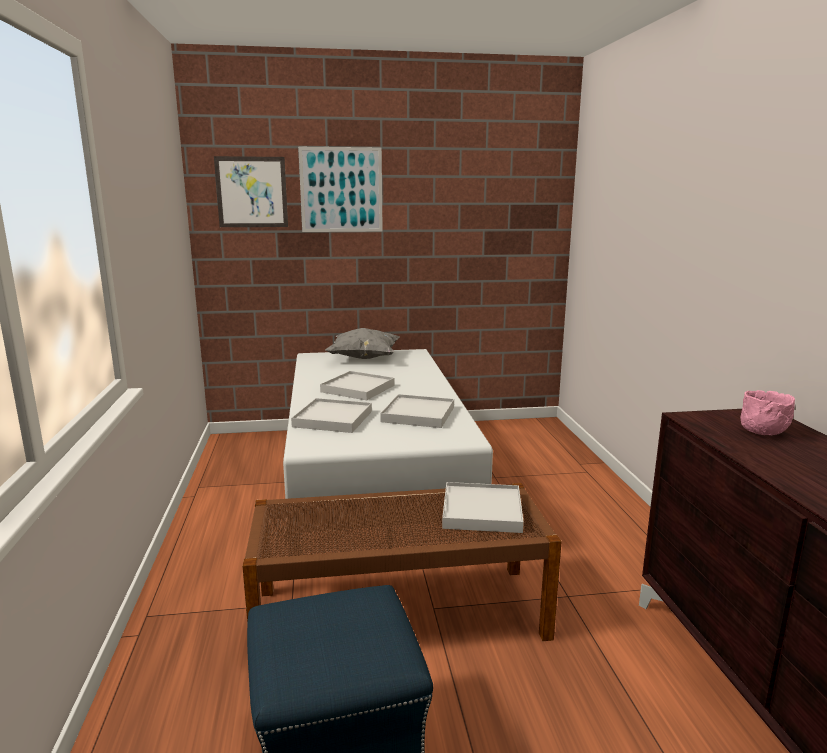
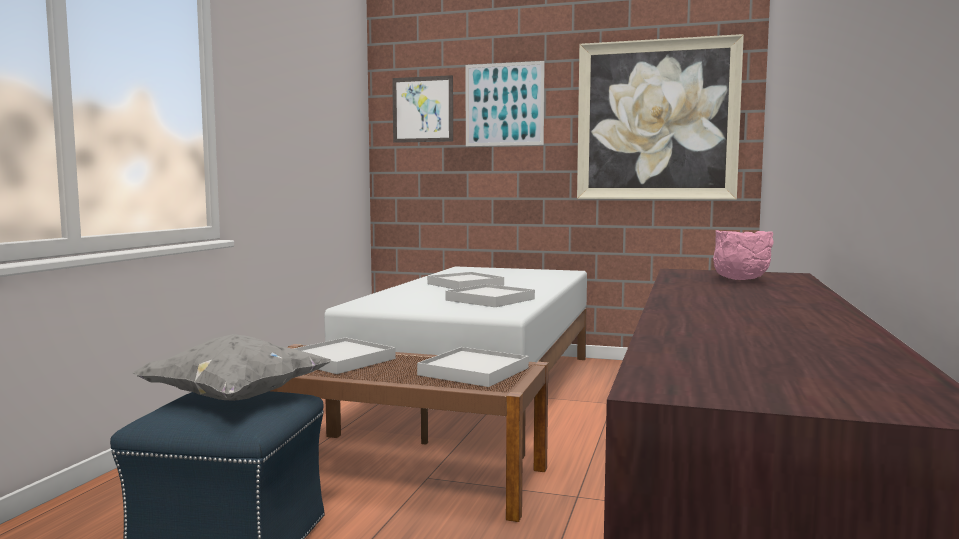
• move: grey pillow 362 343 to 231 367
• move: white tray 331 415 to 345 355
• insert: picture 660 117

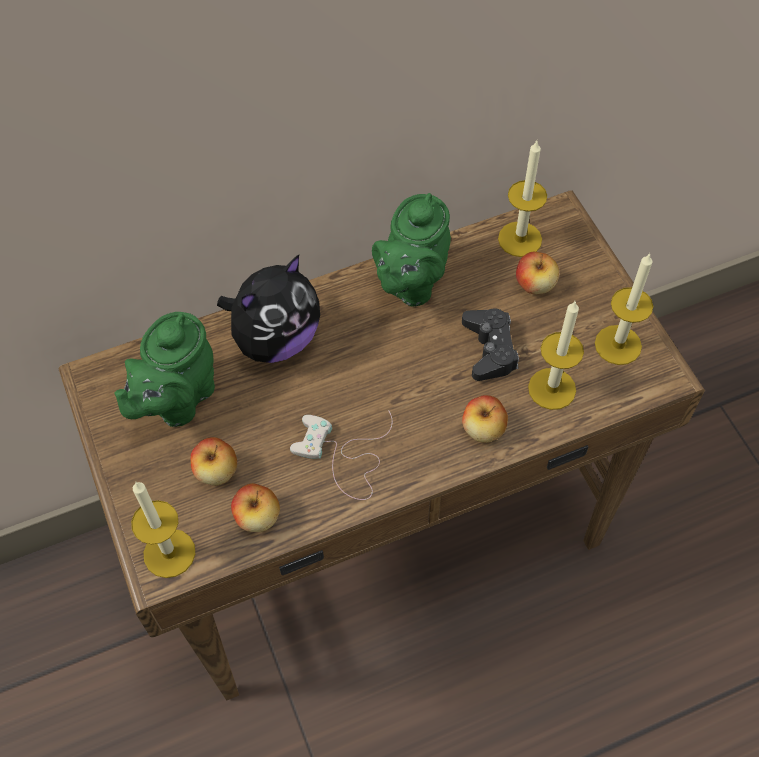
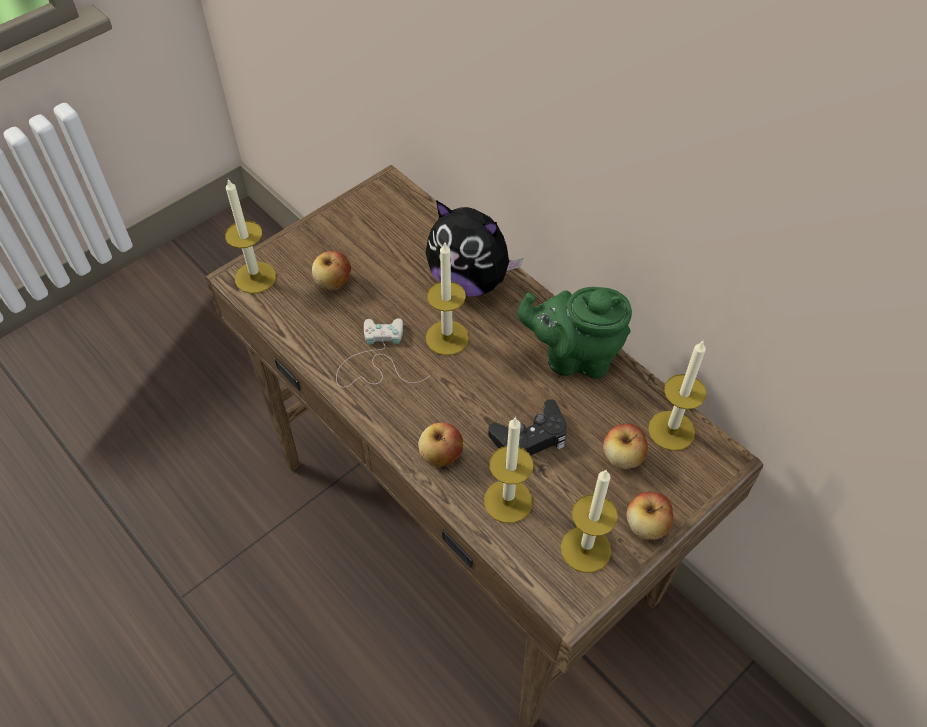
• insert: candle 447 299
• move: apple 255 507 to 650 516
• delete: green teapot 164 369

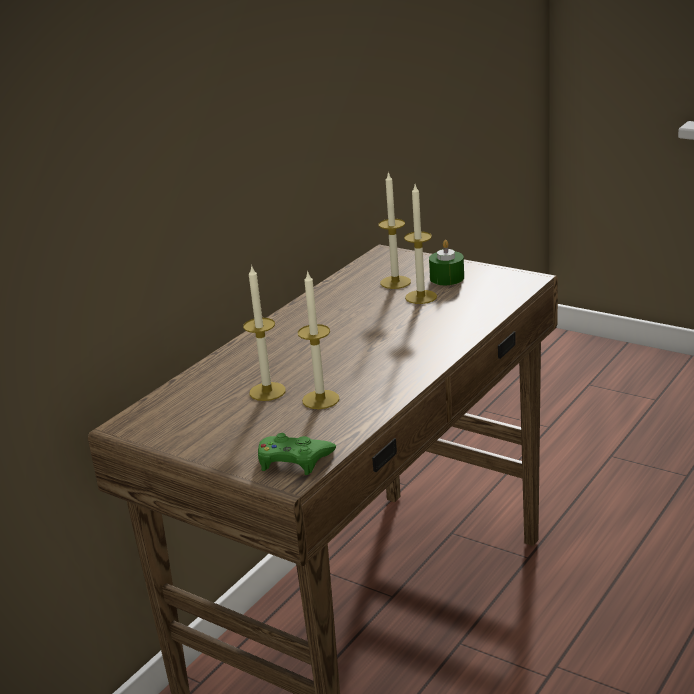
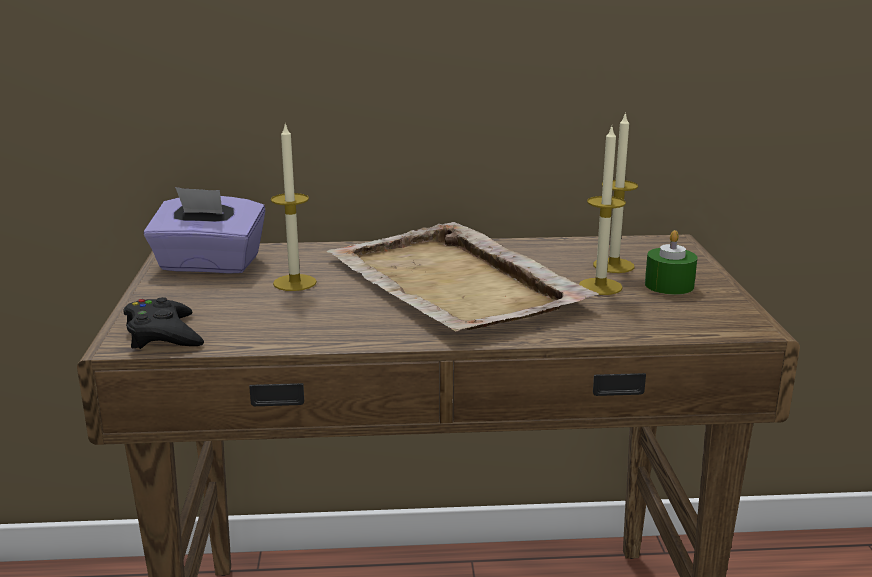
• recolor: green game controller 297 454 to black game controller 163 323
• insert: purple tissue box 205 230
• insert: beige tray 463 276
• delete: candle 318 339

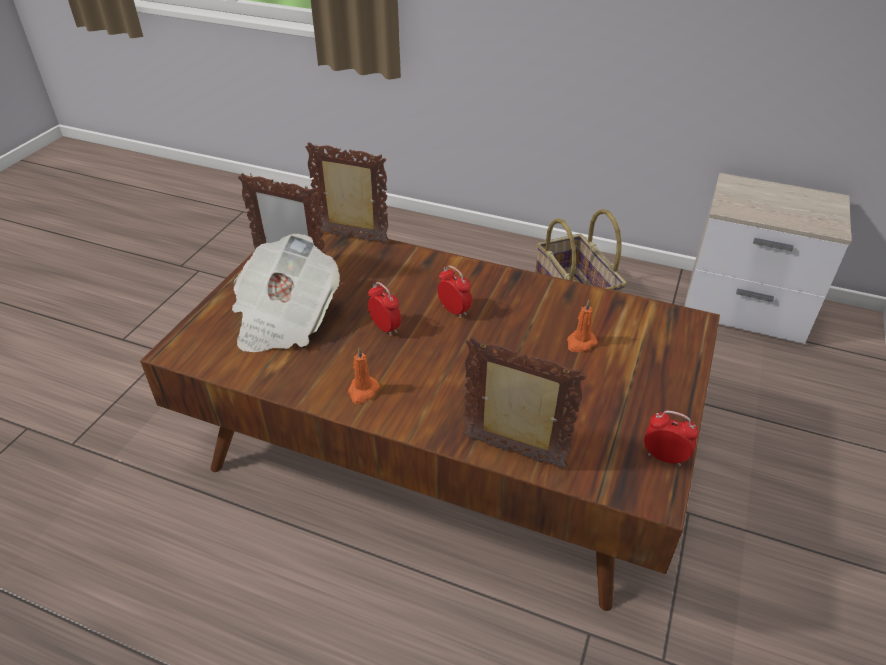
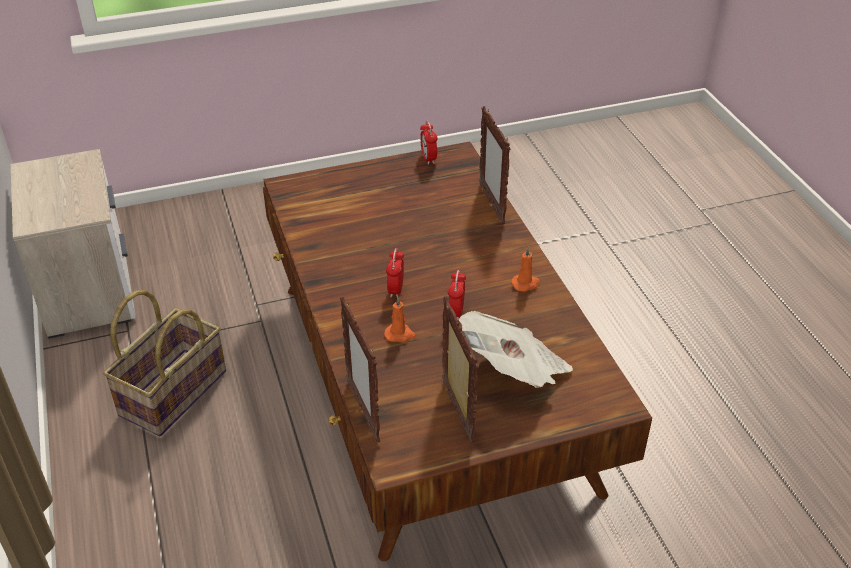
• move: orange candle 582 326 to 400 320

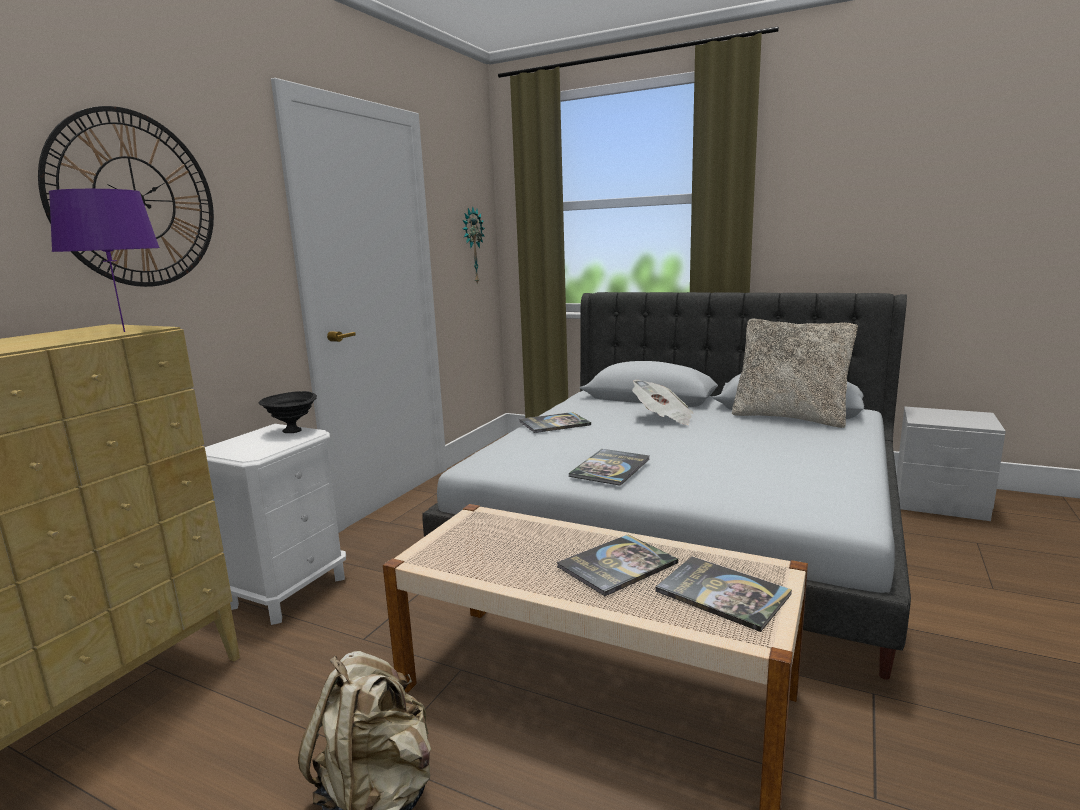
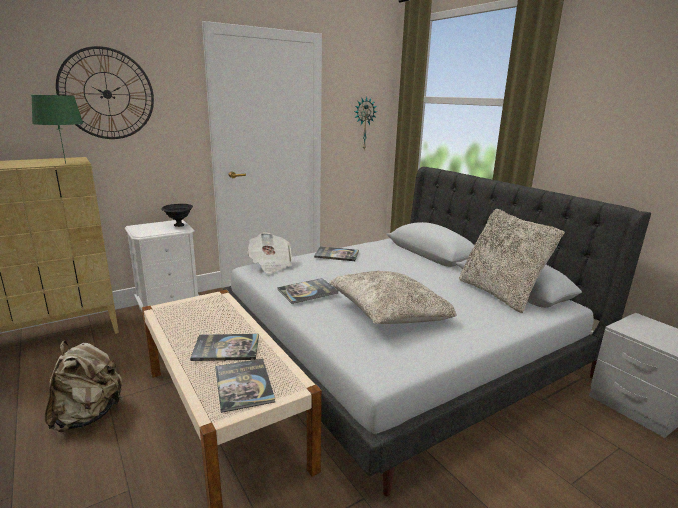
• recolor: purple table lamp 104 260 to green table lamp 57 129
• move: newspaper 662 402 to 269 253
• insert: beige pillow 393 297

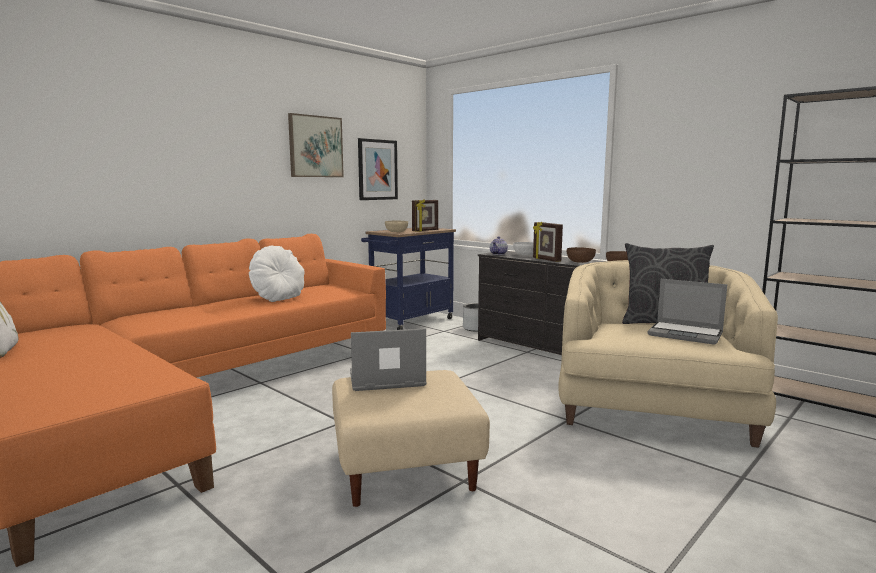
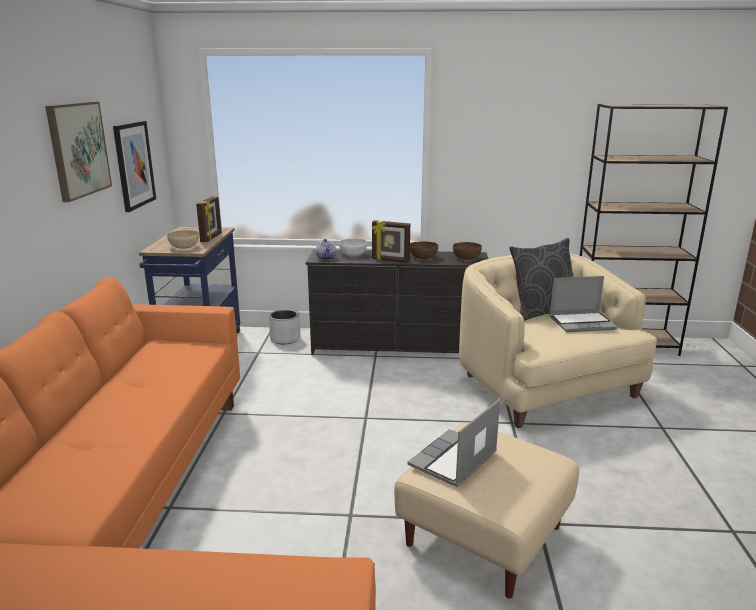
• delete: white pillow 276 274

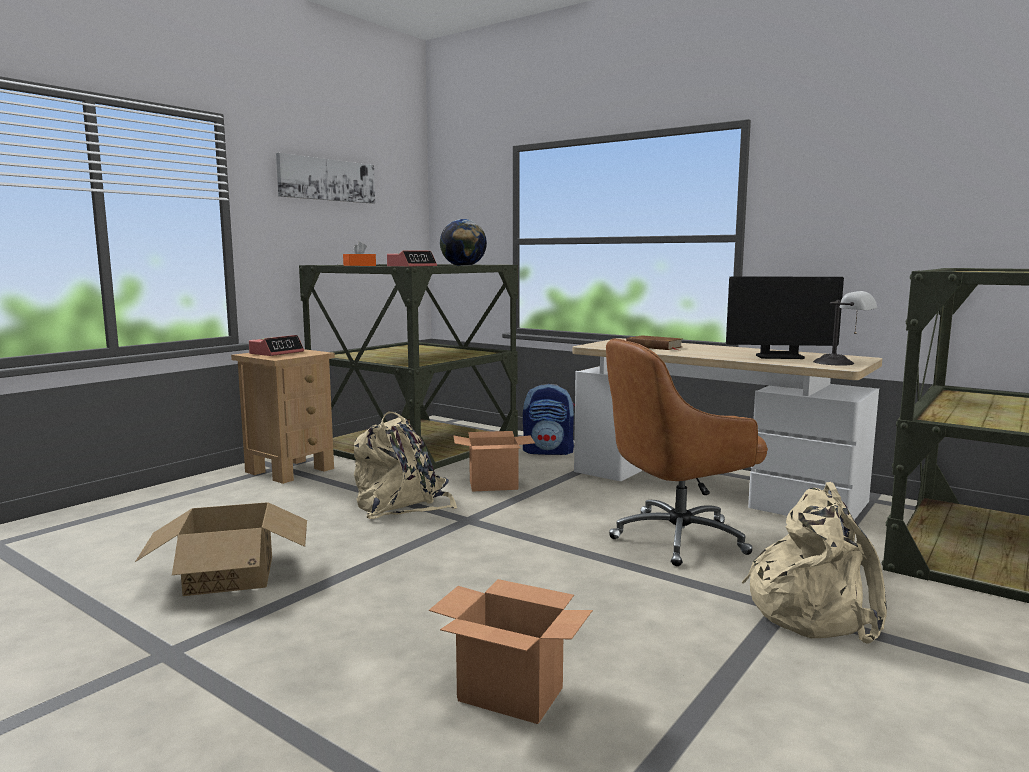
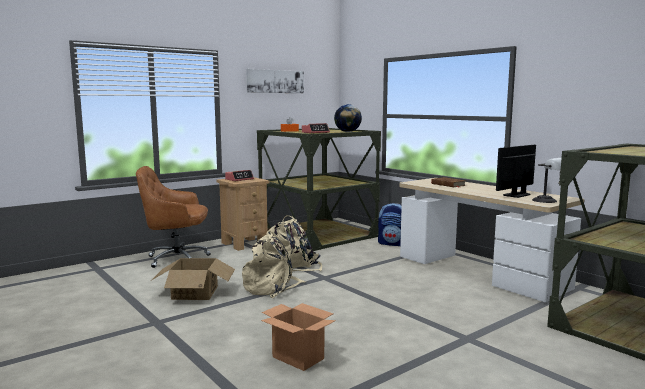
• move: brown office chair 687 452 to 173 217
• move: beige backpack 814 563 to 274 264
• rotate: monitor 785 317 = 516 171 120 degrees clockwise
• delete: cardboard box 494 461

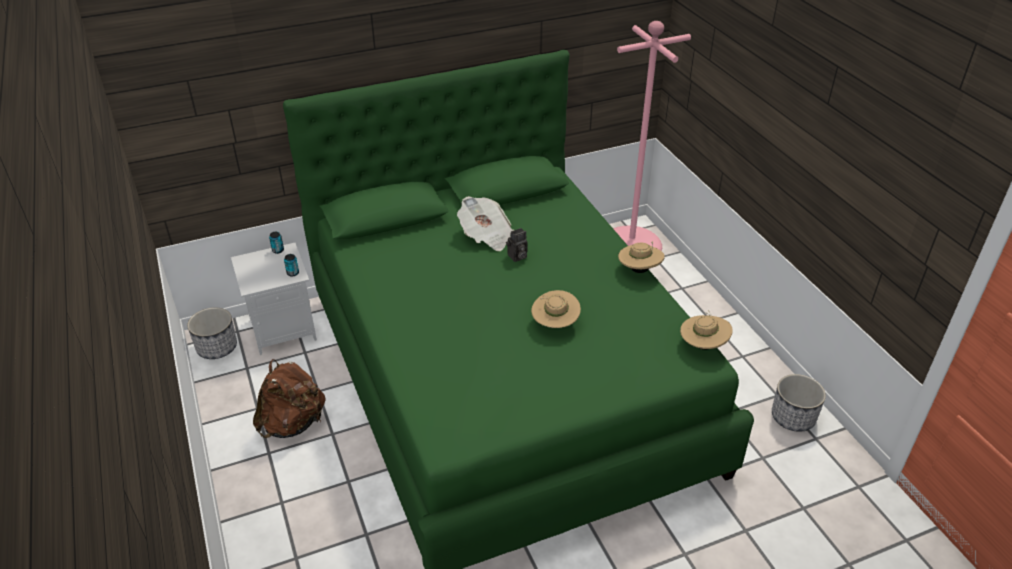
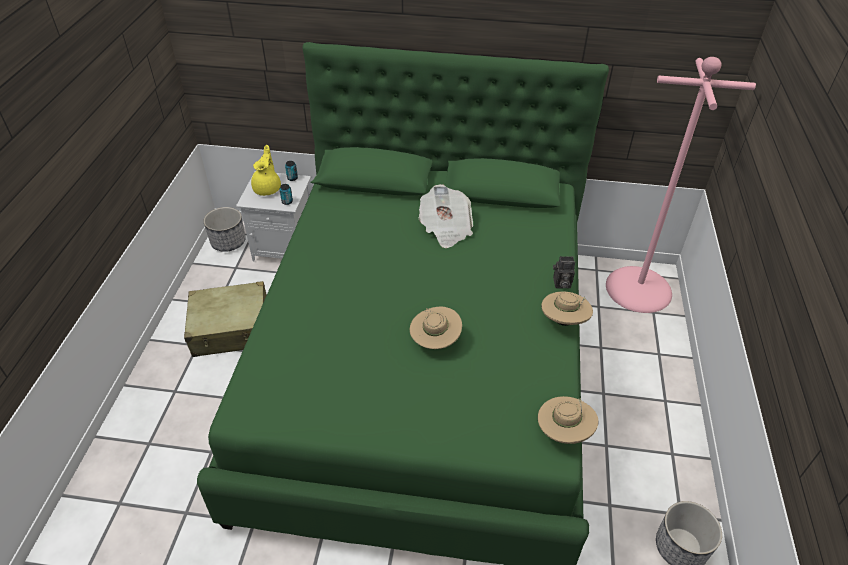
• replace: brown backpack 289 398 to beige suitcase 225 319
• insert: yellow teapot 266 170
• move: photo camera 517 245 to 564 272

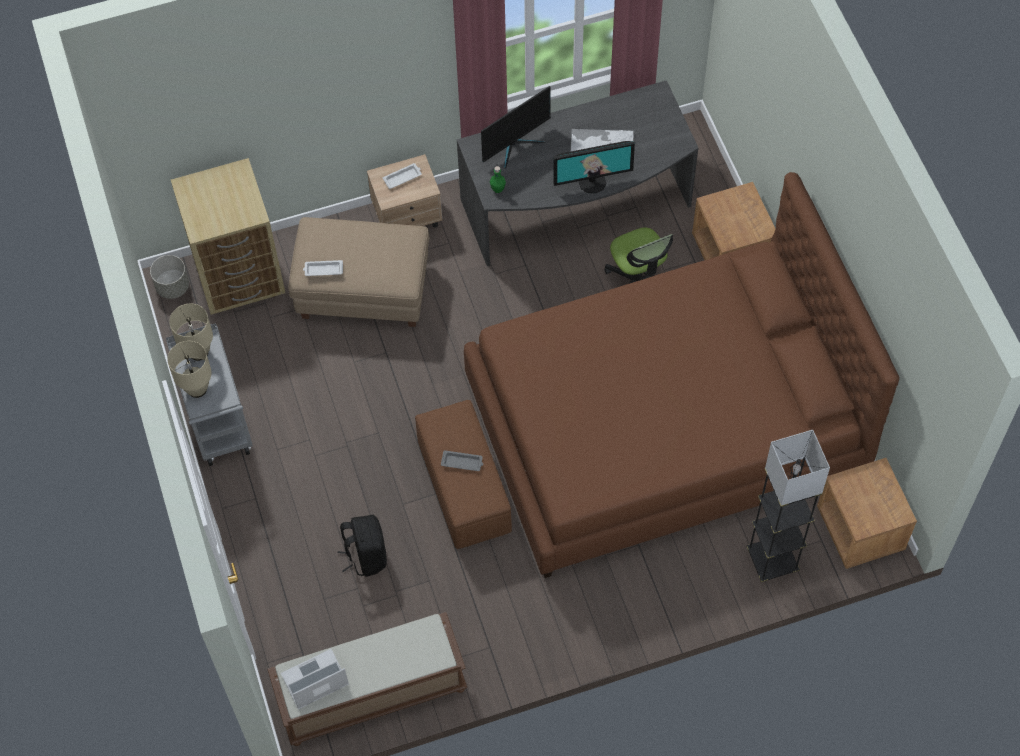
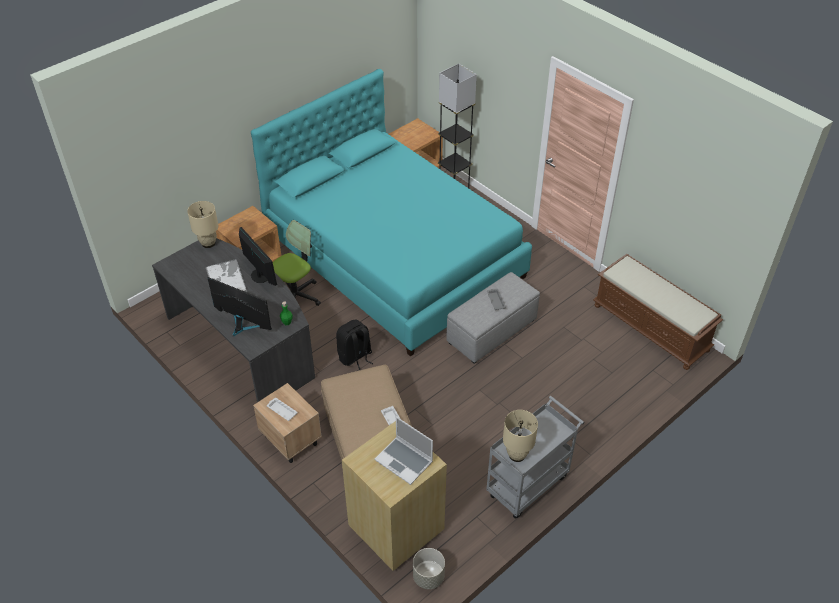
• move: beige table lamp 189 369 to 203 224
• recolor: brown bed 682 375 to turquoise bed 391 213
• move: black backpack 362 546 to 354 344
• move: laptop 315 679 to 404 451
• recolor: brown ottoman 463 474 to grey ottoman 493 318

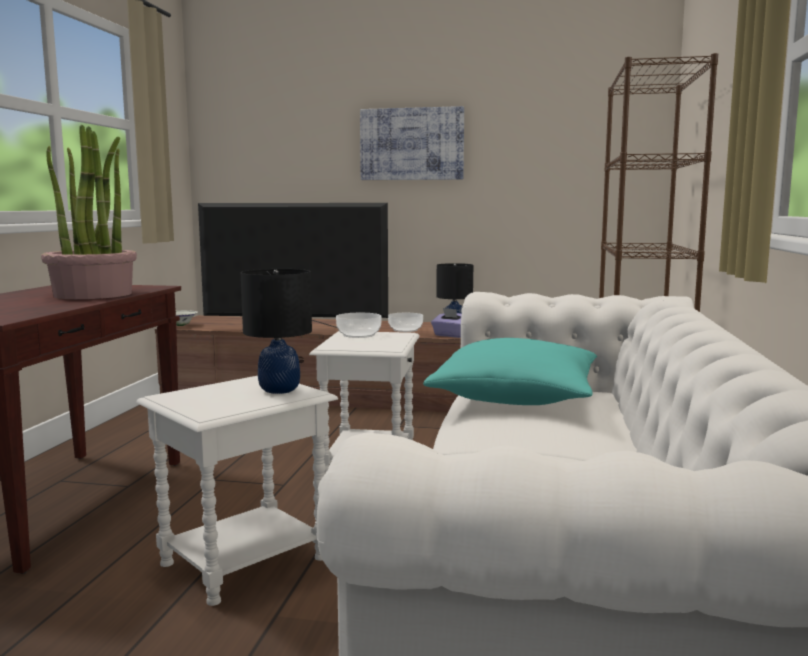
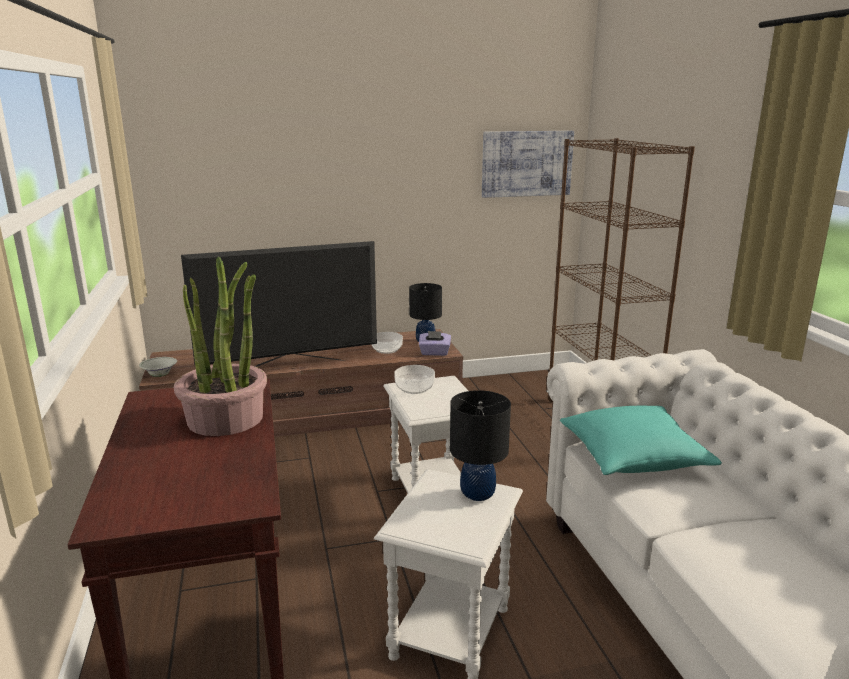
• move: picture 412 143 to 528 164

